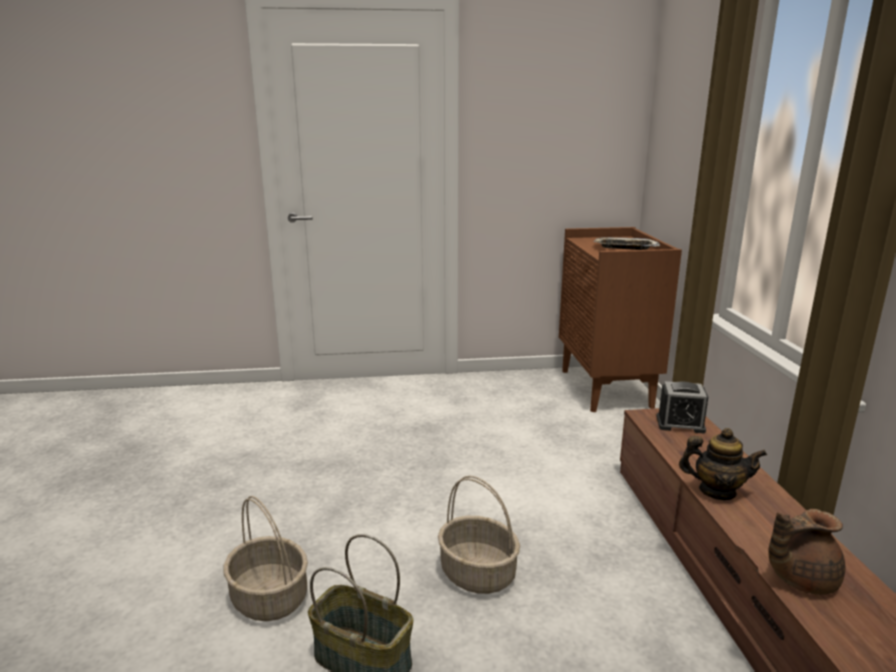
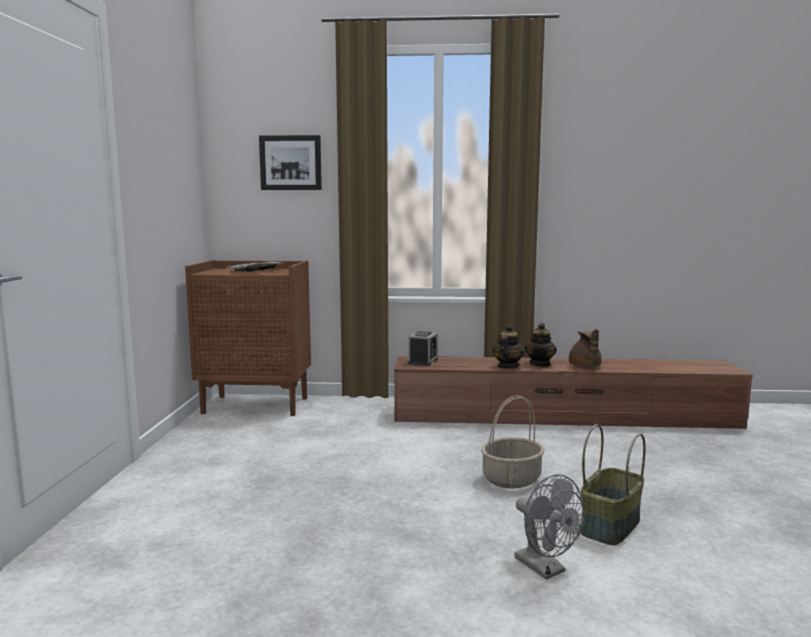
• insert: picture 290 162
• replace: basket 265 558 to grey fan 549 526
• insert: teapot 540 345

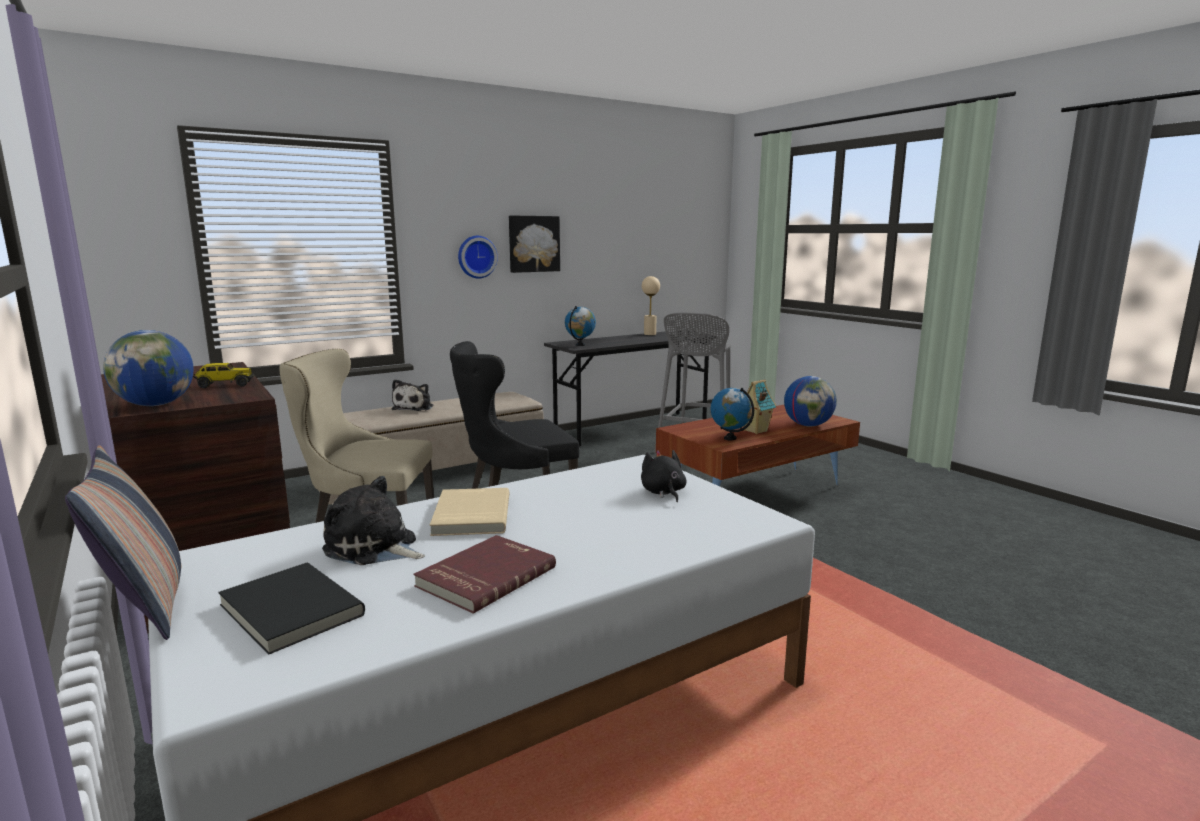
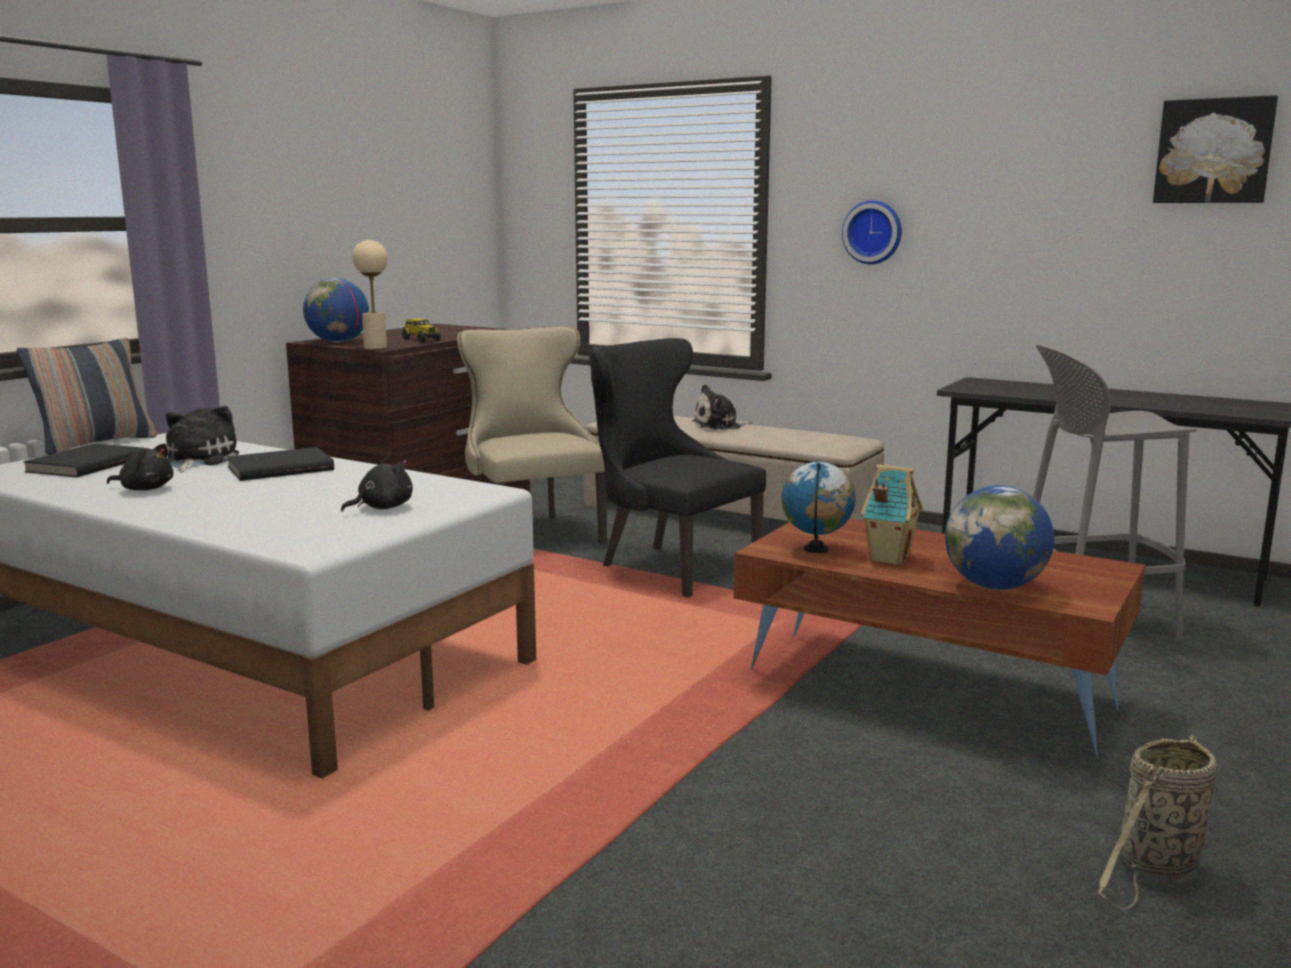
• replace: red book 484 574 to black plush toy 140 466
• recolor: beige book 469 512 to black book 280 464
• move: beige table lamp 651 305 to 370 294
• insert: basket 1157 822
• move: picture 534 244 to 1215 149
• delete: globe 580 326

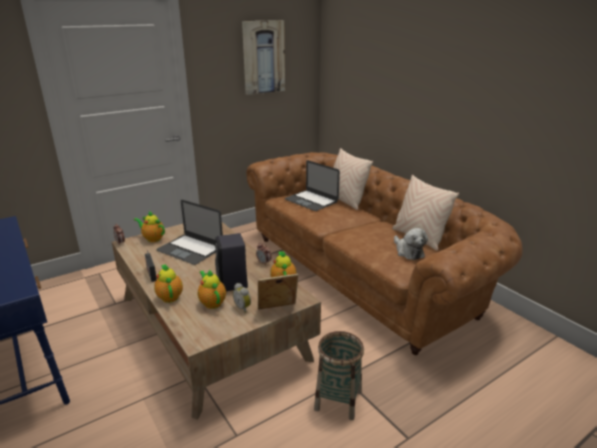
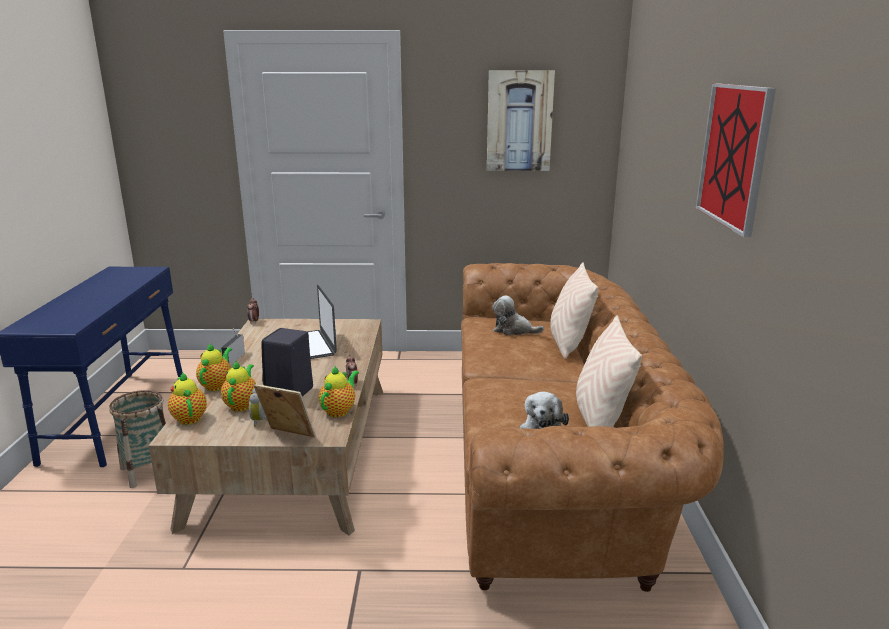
• move: basket 339 375 to 137 439
• move: teapot 149 226 to 187 398
• replace: laptop 312 185 to plush toy 518 315
• insert: picture 736 160

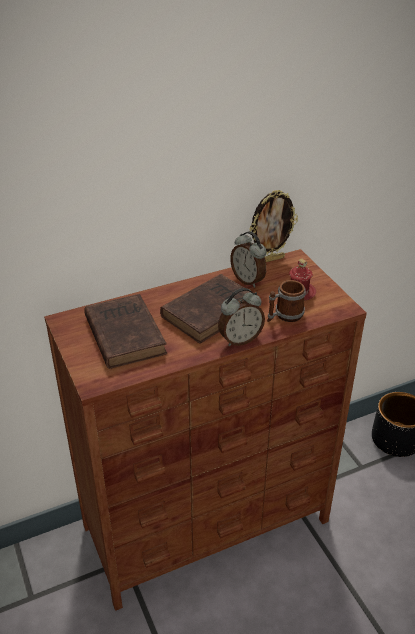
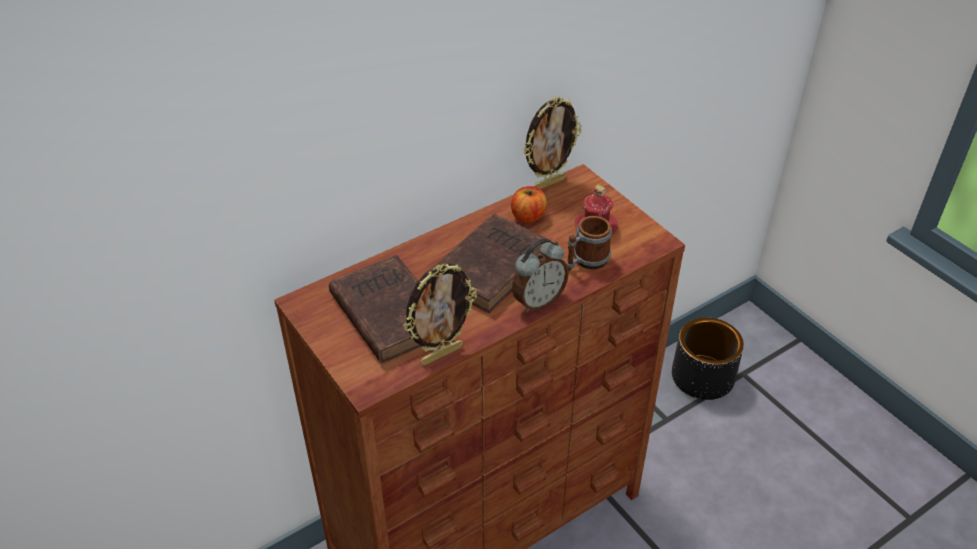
• insert: picture frame 440 314
• replace: alarm clock 248 259 to apple 529 204

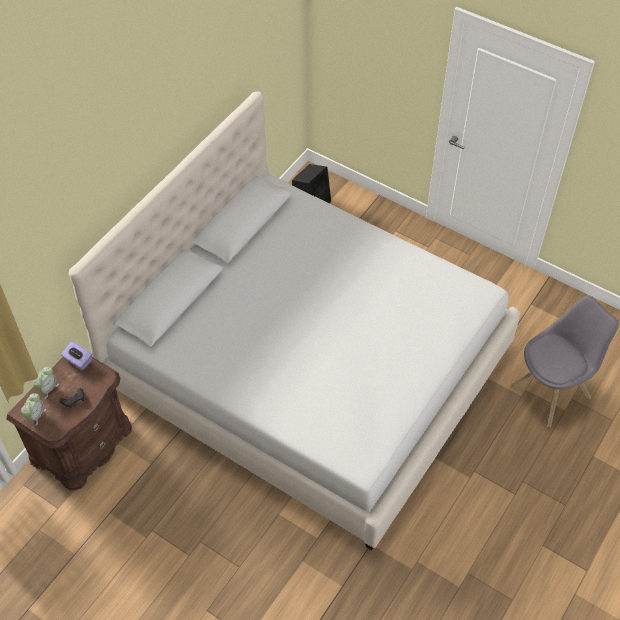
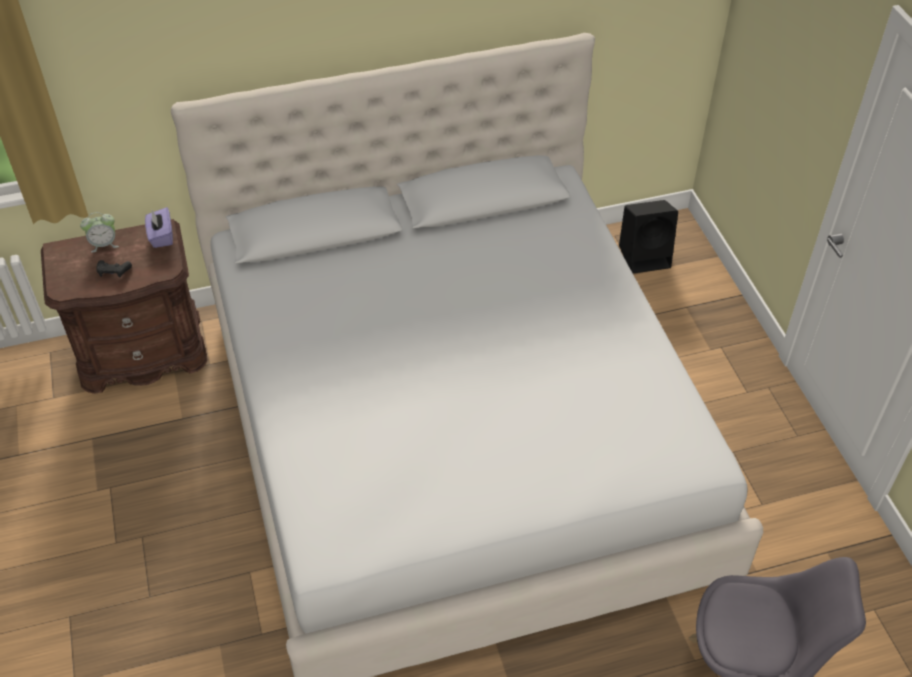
• delete: alarm clock 33 410

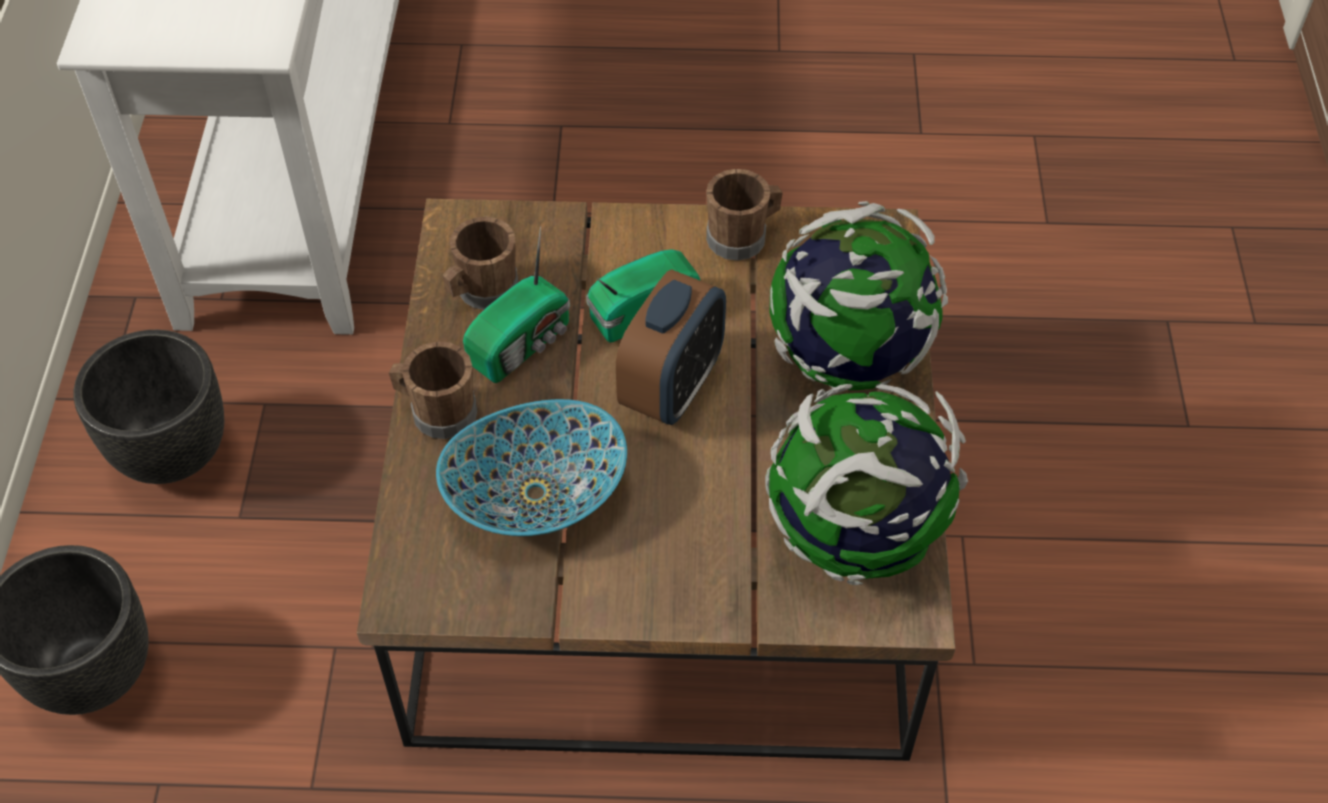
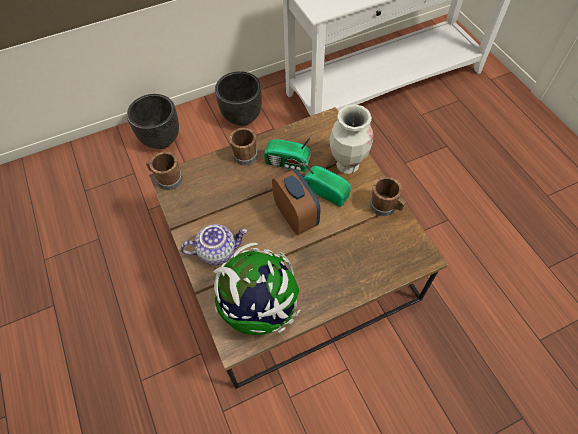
• move: brown mug 480 263 to 164 171
• insert: teapot 214 244
• rotate: alarm clock 671 347 = 296 202 120 degrees counterclockwise
• insert: vase 351 139
• delete: bowl 531 467
• delete: globe 858 295

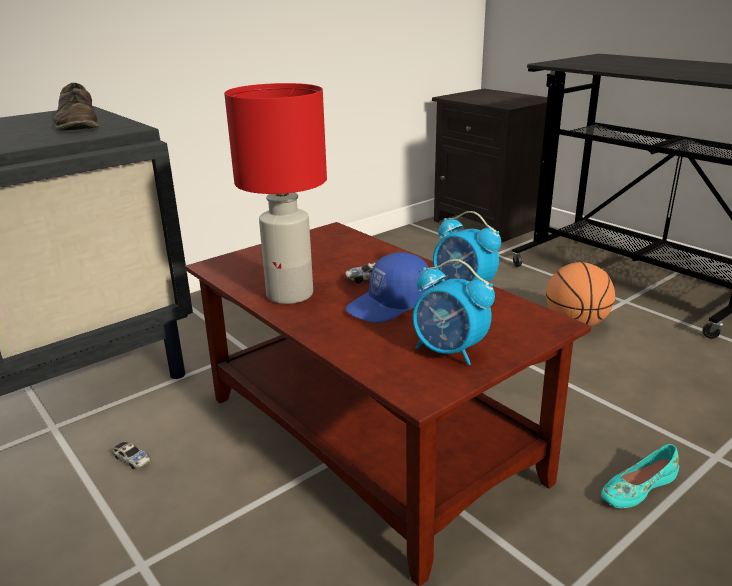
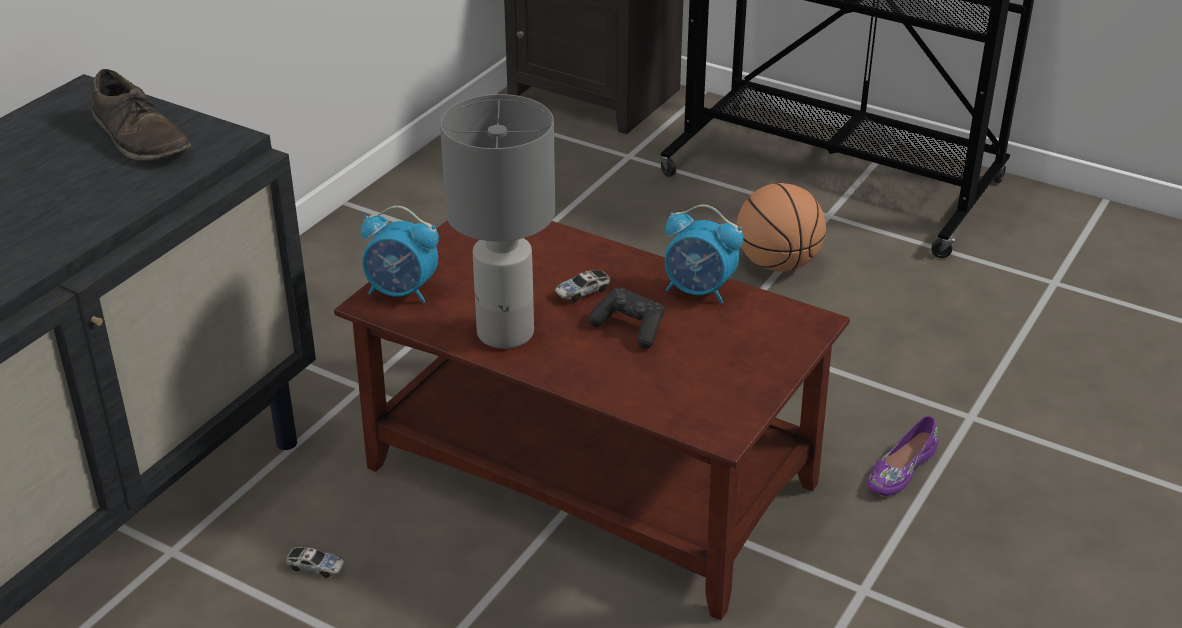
• move: alarm clock 453 312 to 400 254
• recolor: red table lamp 275 193 to grey table lamp 497 221
• replace: blue cap 389 287 to black game controller 626 318
• recolor: turquoise shoe 640 476 to purple shoe 903 456

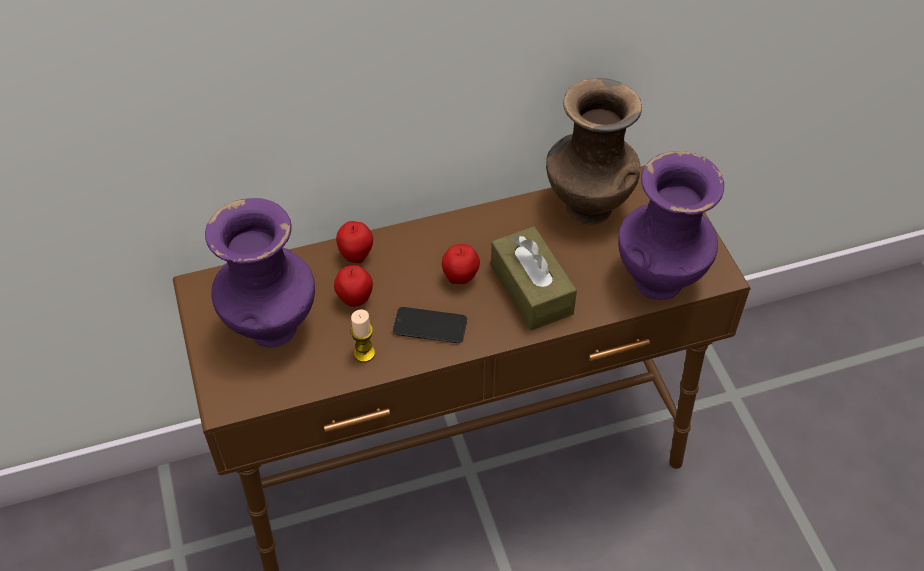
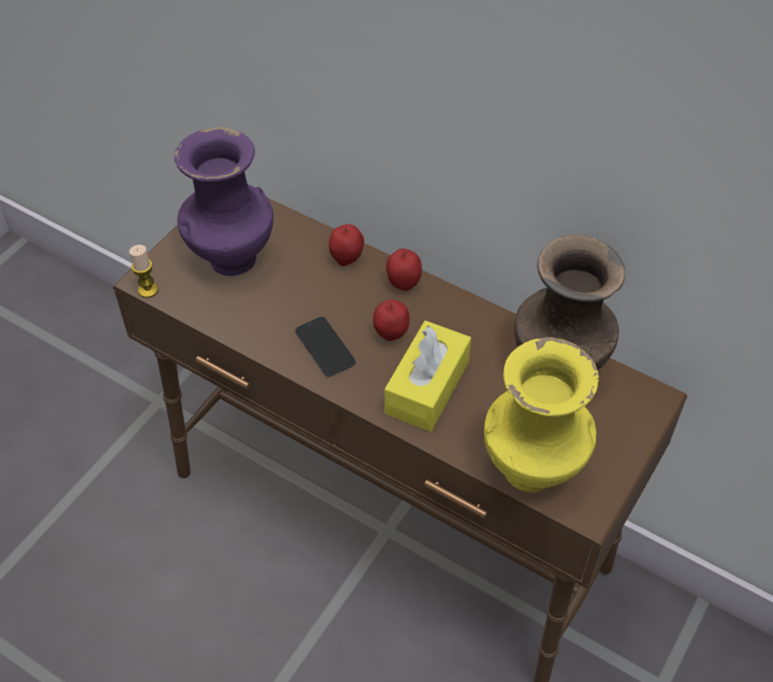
• move: candle 363 336 to 143 271
• recolor: brown tissue box 534 278 to yellow tissue box 427 376
• move: apple 353 286 to 404 270
• recolor: purple vase 671 225 to yellow vase 541 415

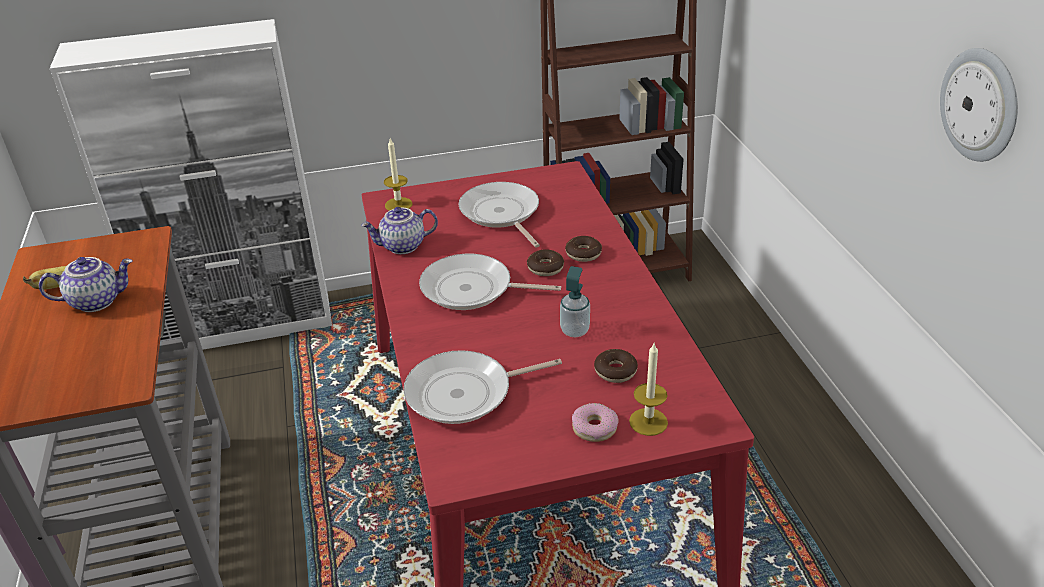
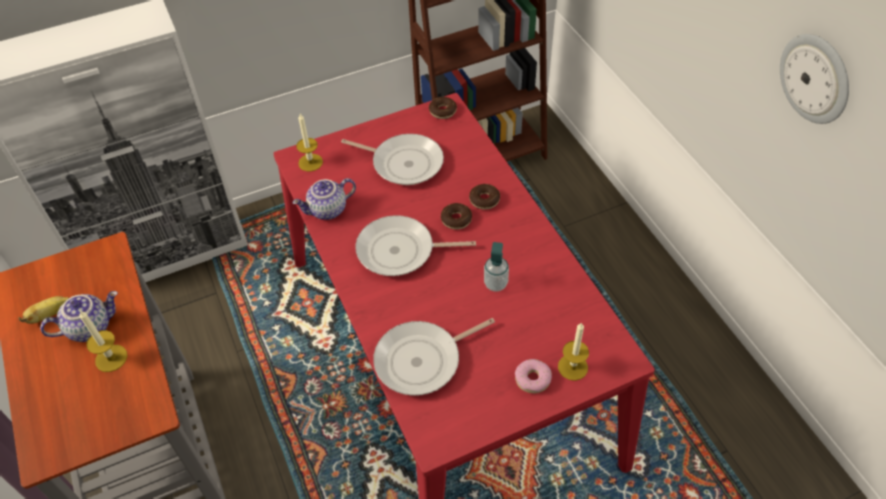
• insert: candle 103 341
• rotate: frying pan 499 215 = 392 159 150 degrees clockwise
• move: donut 616 366 to 443 108

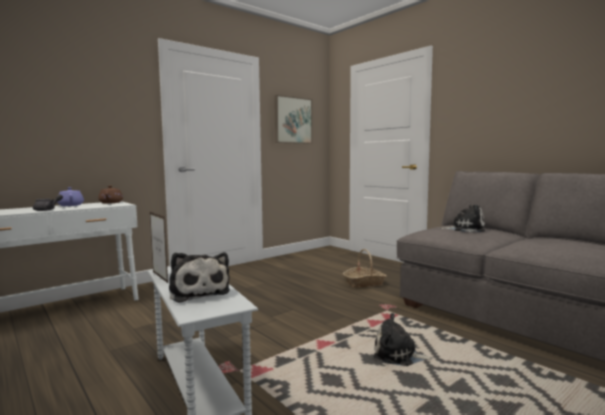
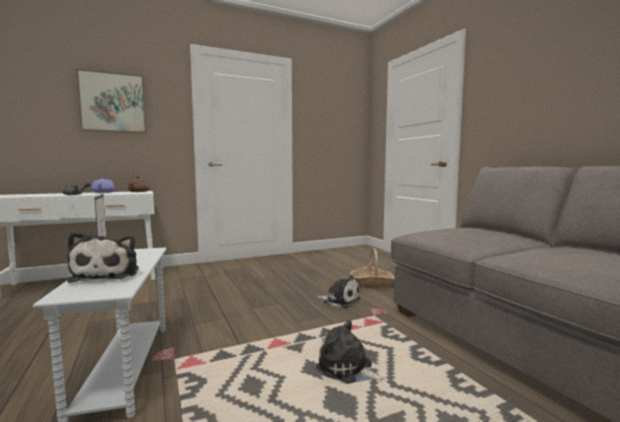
• move: picture 293 119 to 111 101
• move: plush toy 462 219 to 338 291

